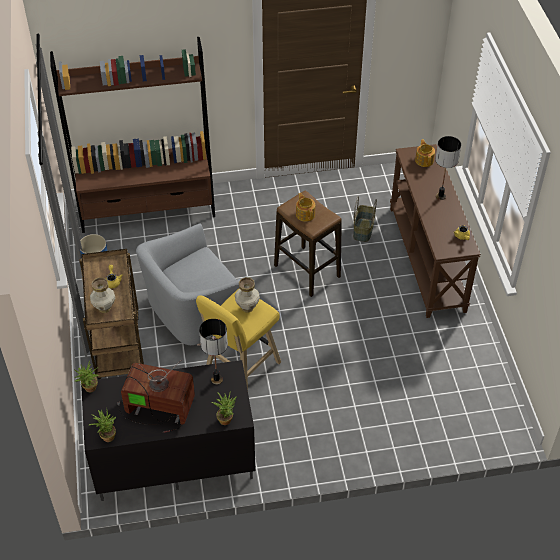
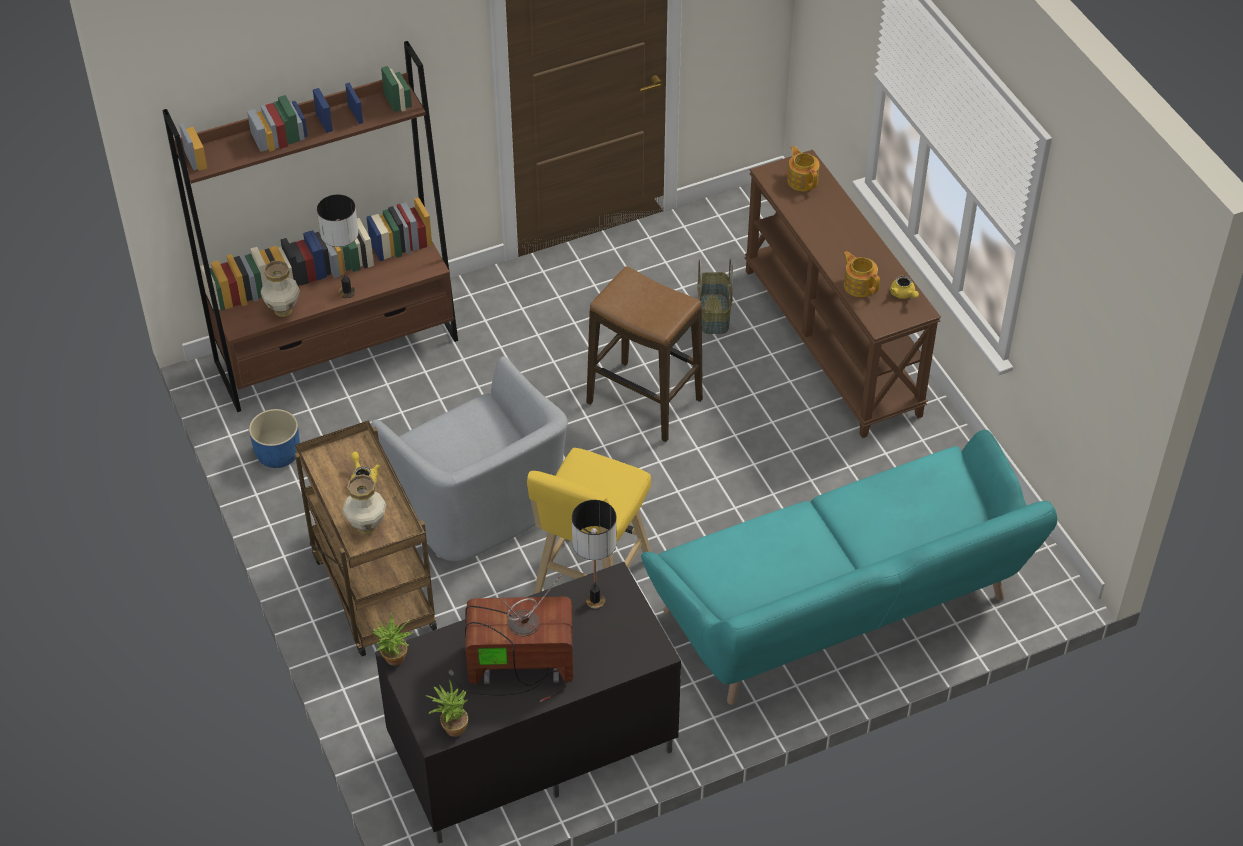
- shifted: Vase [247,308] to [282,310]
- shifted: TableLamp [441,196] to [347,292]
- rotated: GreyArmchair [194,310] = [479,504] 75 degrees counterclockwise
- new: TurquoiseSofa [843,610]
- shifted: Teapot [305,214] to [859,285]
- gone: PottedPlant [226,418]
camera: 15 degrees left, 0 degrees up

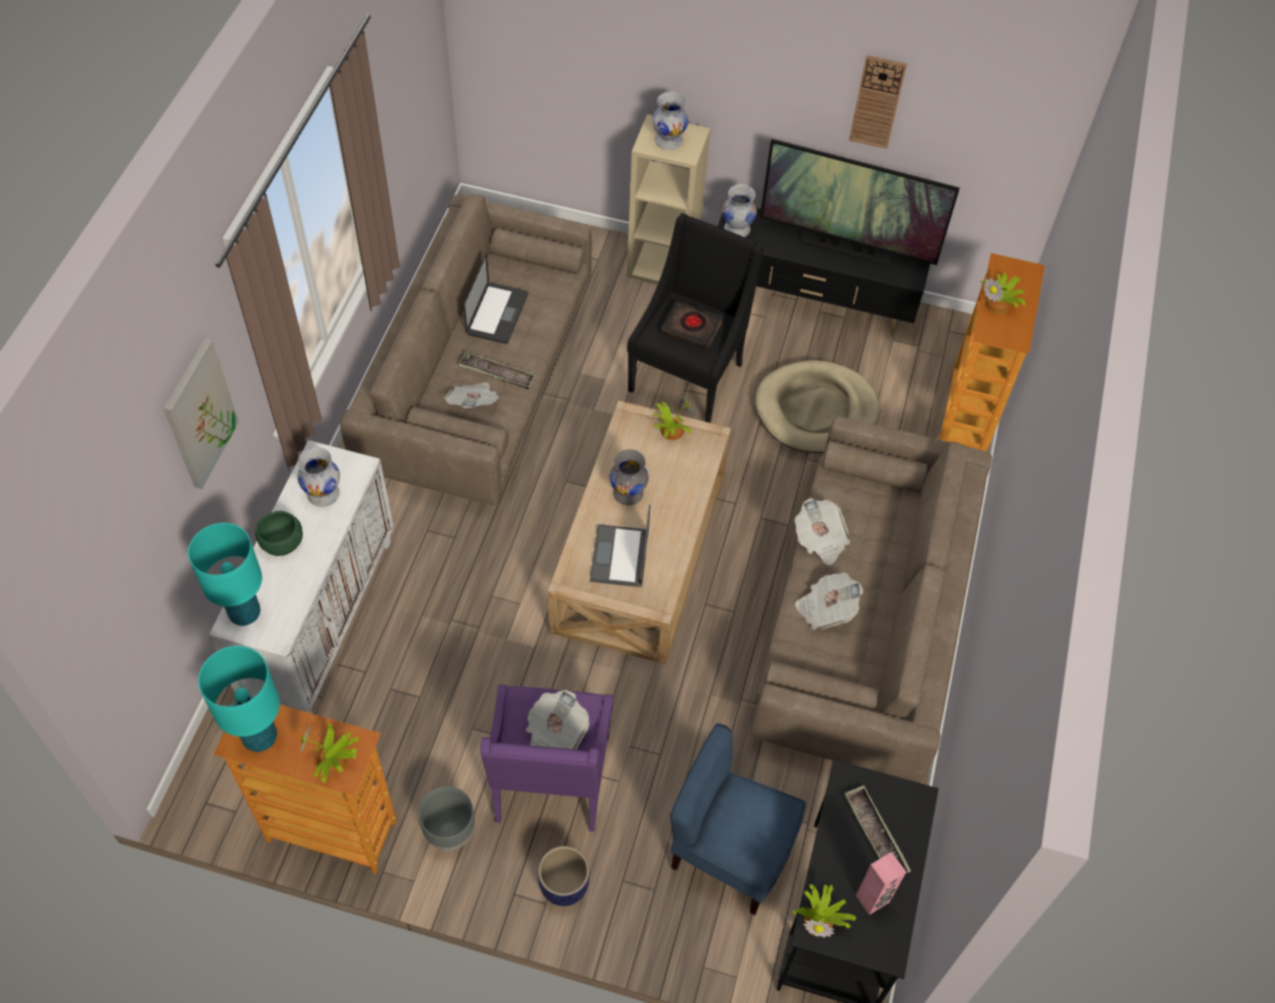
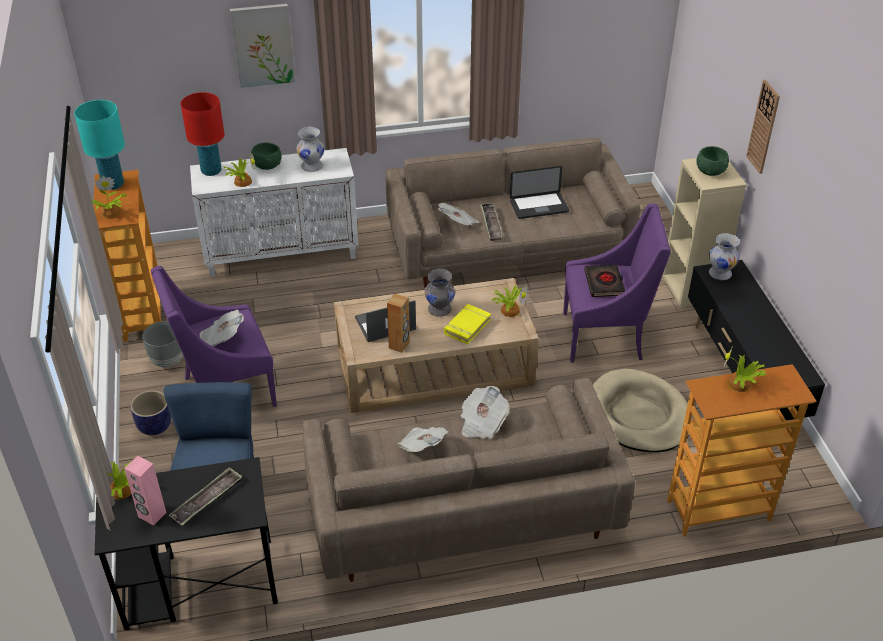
- repainted: TurquoiseTableLamp [244,613] to RedTableLamp [211,171]
- new: PottedPlant [242,181]
- new: BrownSpeaker [399,345]
- new: YellowBook [467,326]
- repainted: BlackArmchair [689,375] to PurpleArmchair [605,336]
- swapped: WhiteVase [669,140] to GreenBowl [711,171]
- shifted: WallClock [877,102] to [763,127]
- gone: Television [846,247]
camera: 65 degrees right, 15 degrees down

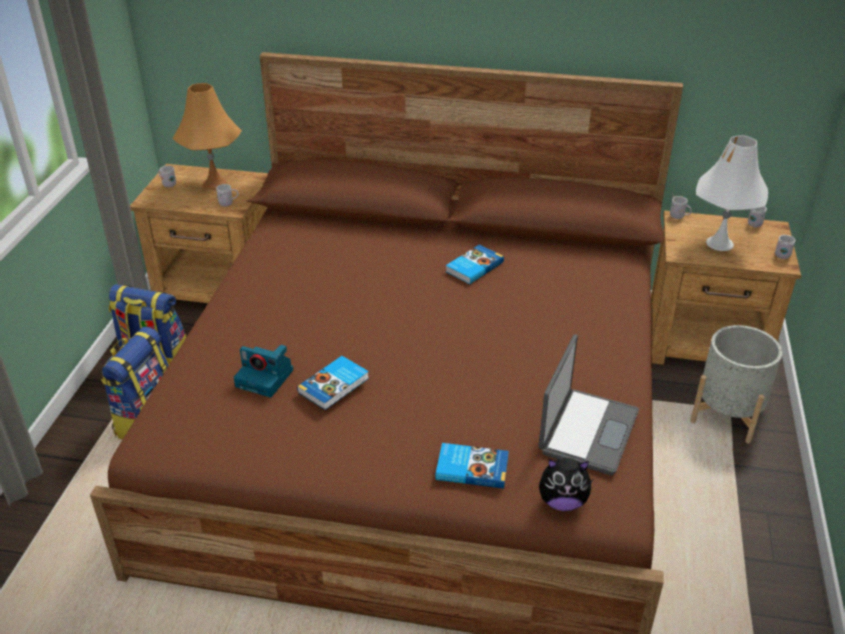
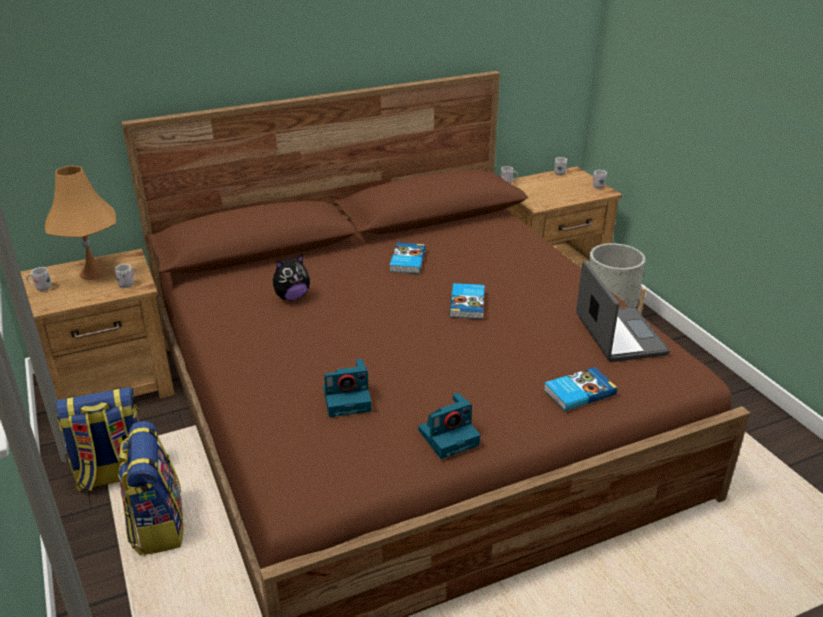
- shifted: PlushToy [562,501] to [291,297]
- new: PhotoCamera [449,436]
- shifted: Book [335,385] to [468,303]
- gone: WhiteTableLamp [719,243]
camera: 35 degrees left, 5 degrees down

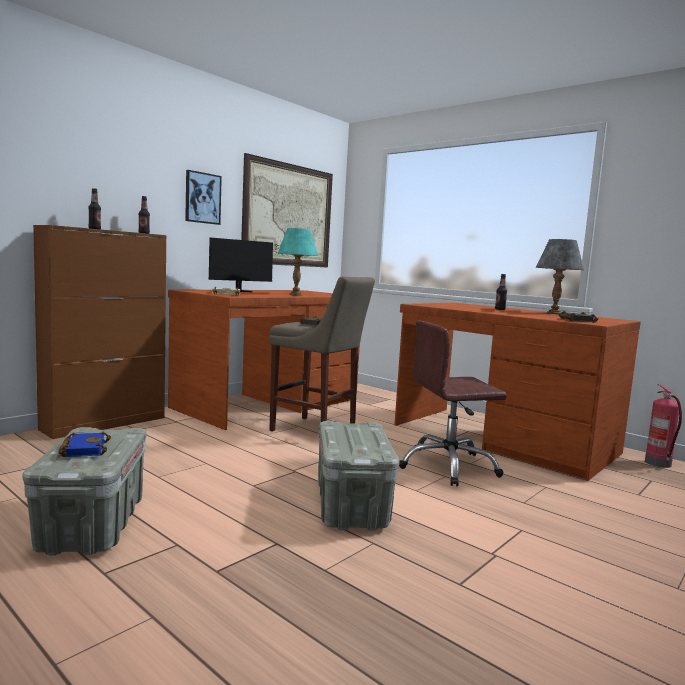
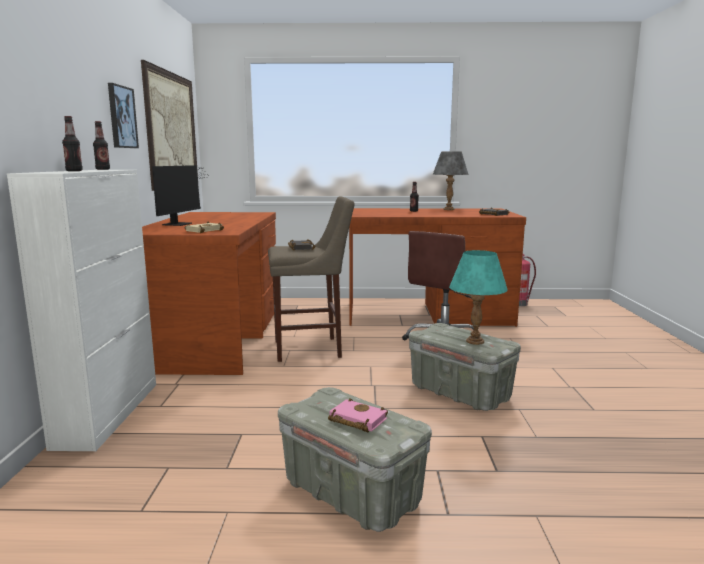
- repainted: BrownCabinet [105,423] to WhiteCabinet [109,413]
- repainted: BlueBook [83,449] to PinkBook [355,420]
- shifted: TurquoiseTableLamp [296,294] to [474,341]
camera: 40 degrees left, 5 degrees up

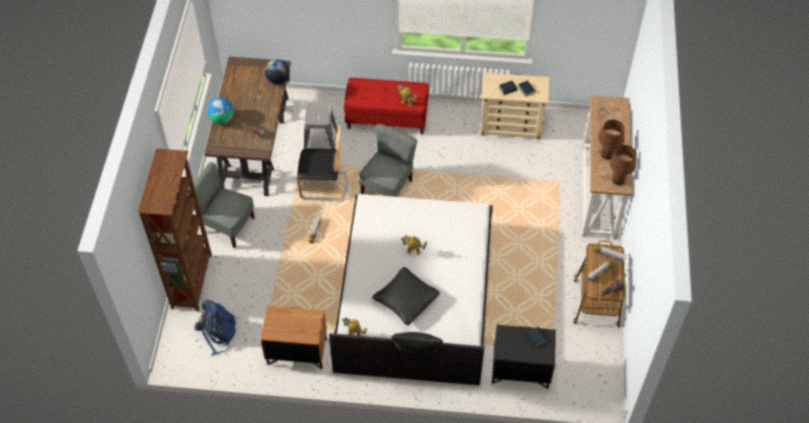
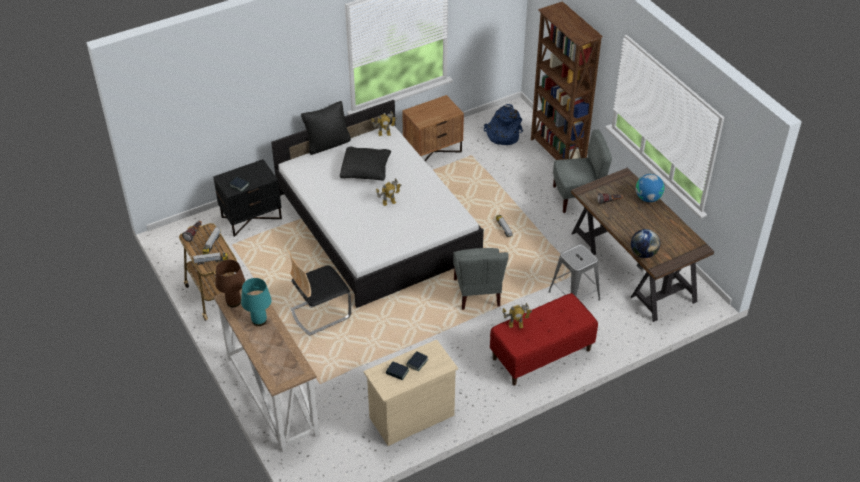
- repainted: BrownTableLamp [607,154] to TurquoiseTableLamp [259,321]
- shifted: Chair [324,186] to [320,313]
camera: 145 degrees right, 10 degrees down

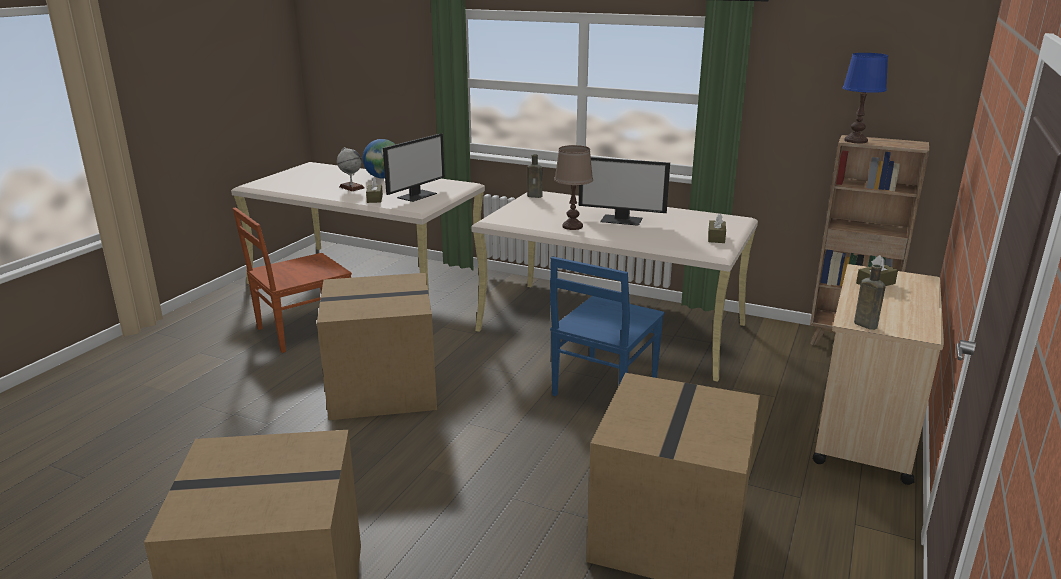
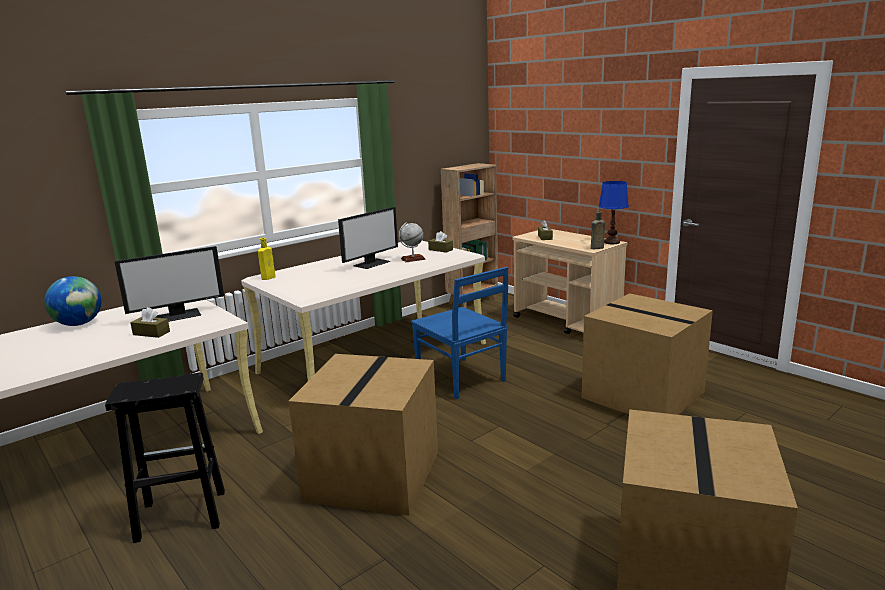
- swapped: BrownChair [303,331] to BlackStool [179,516]
- rotated: Monitor [416,195] = [178,315] 90 degrees clockwise
- repainted: BrownBottle [536,196] to YellowBottle [269,277]
- shifted: Globe [351,187] to [413,259]
- shifted: BlueTableLamp [855,141] to [611,242]
- gone: BrownTableLamp [573,226]
camera: 65 degrees left, 5 degrees down

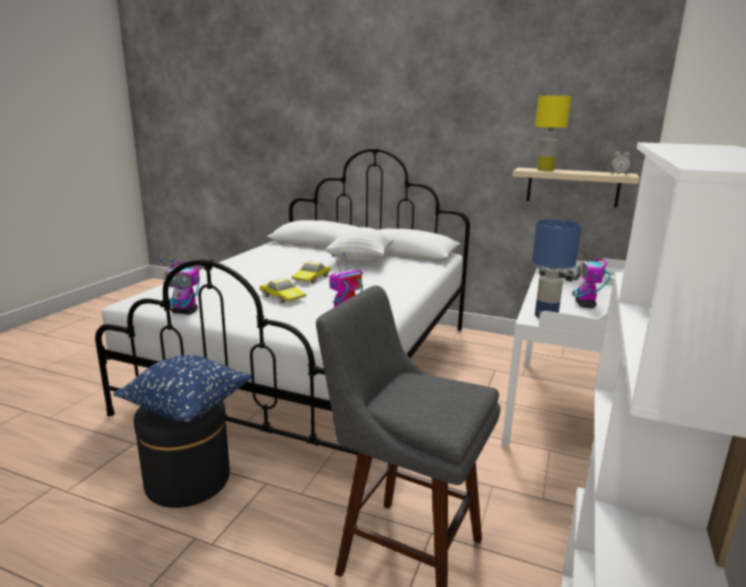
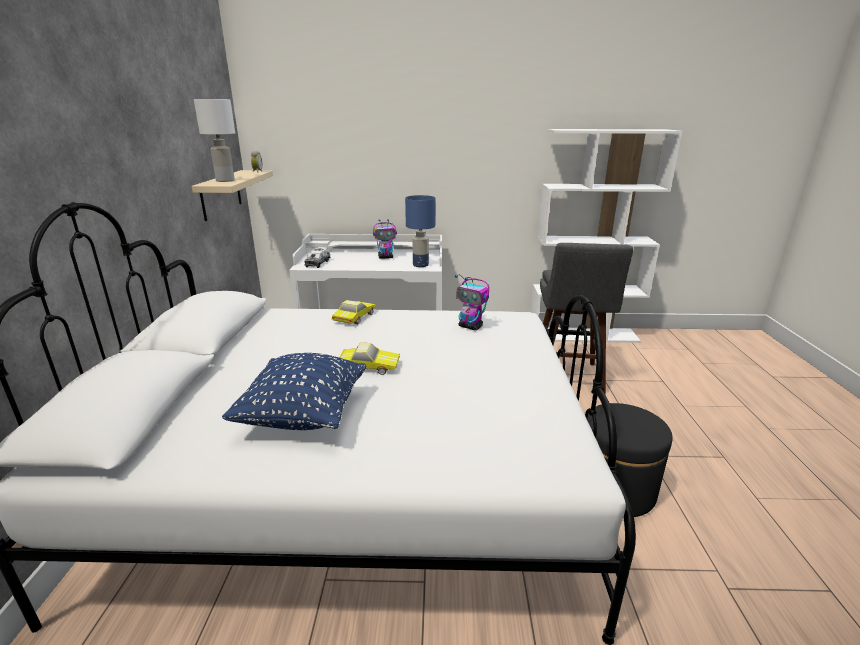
- repainted: YellowTableLamp [546,170] to WhiteTableLamp [225,180]
- shifted: BluePillow [187,408] to [304,416]
- shifted: ToyCar [283,297] to [353,317]
- gone: ToyRobot [185,312]
- gone: WhitePillow [360,261]
camera: 110 degrees left, 5 degrees up

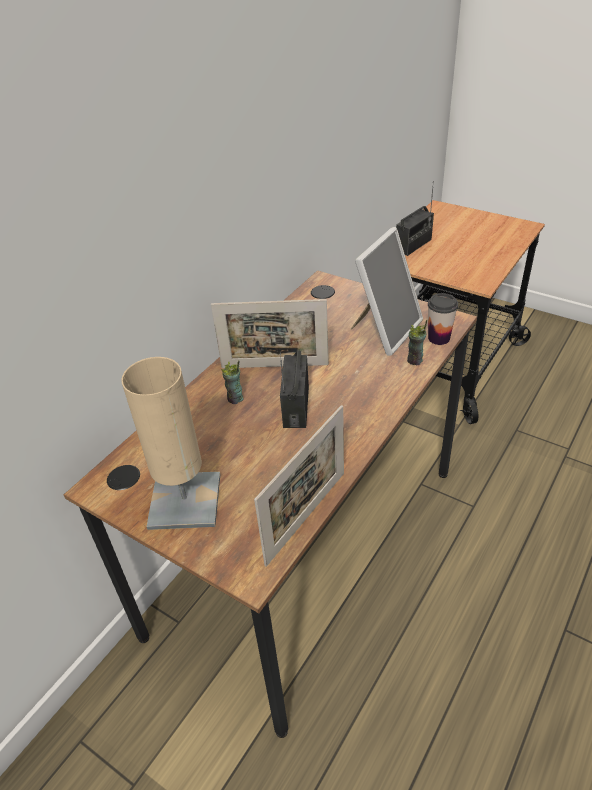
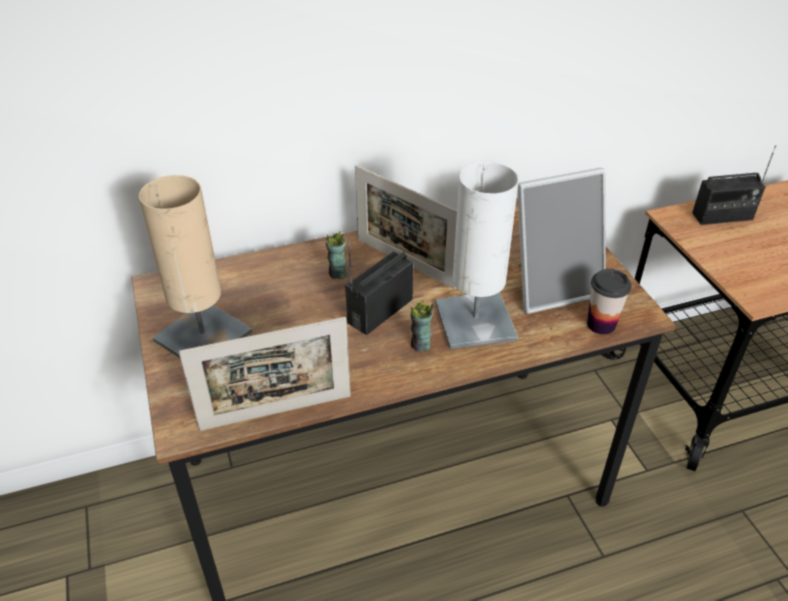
- shifted: Cup [415,361] to [420,345]
- new: WhiteTableLamp [475,321]
camera: 35 degrees right, 0 degrees up

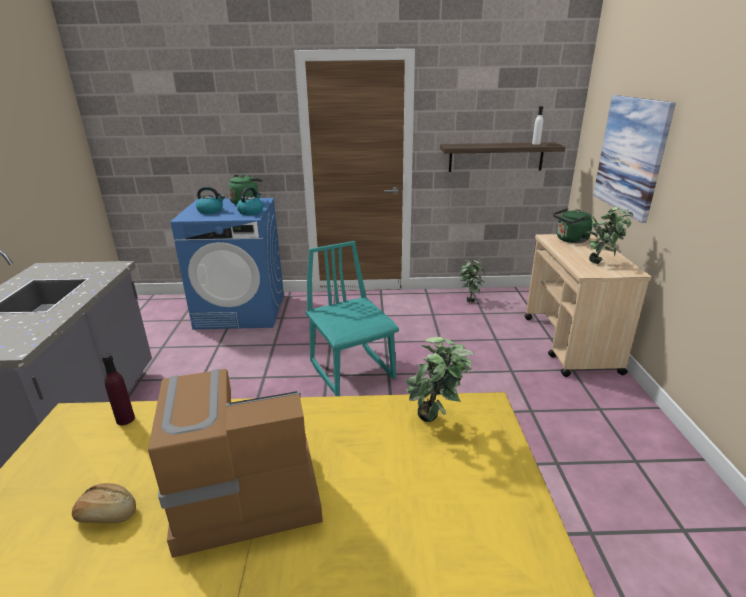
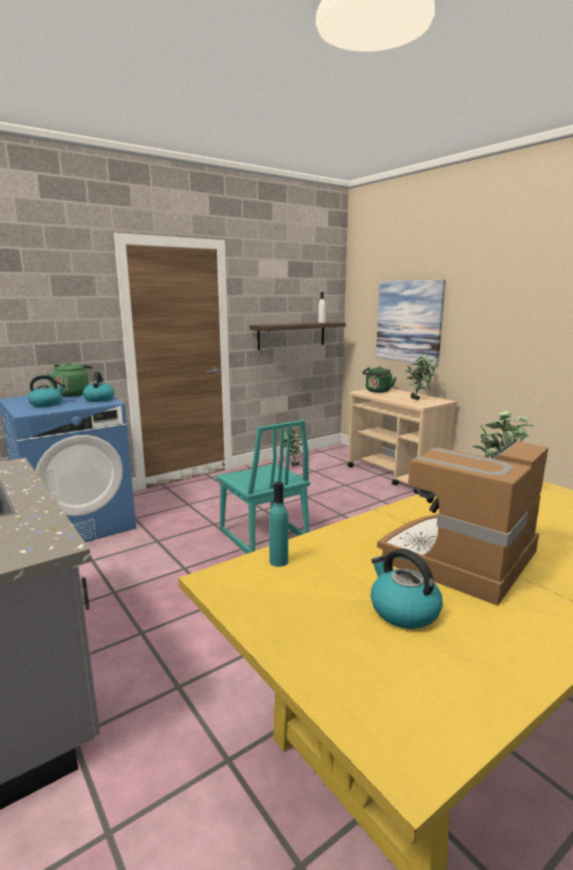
- rotated: TurquoiseChair [352,370] = [263,536] 150 degrees counterclockwise
- repainted: PurpleBottle [125,419] to TurquoiseBottle [278,561]
- swapped: Bread [107,515] to Kettle [403,610]
camera: 35 degrees left, 10 degrees down

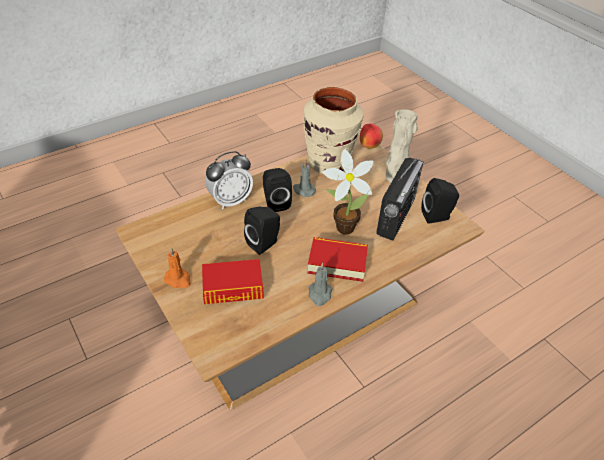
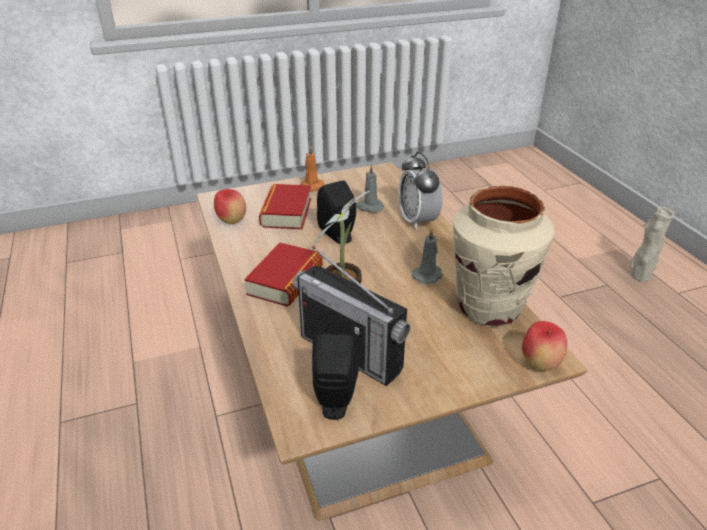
- new: Apple [232,221]
- shifted: GreyCandle [319,294] to [369,207]
- shifted: BeigeVase [393,179] to [639,276]
- gone: BlackSpeaker [275,202]
camera: 105 degrees right, 10 degrees down

